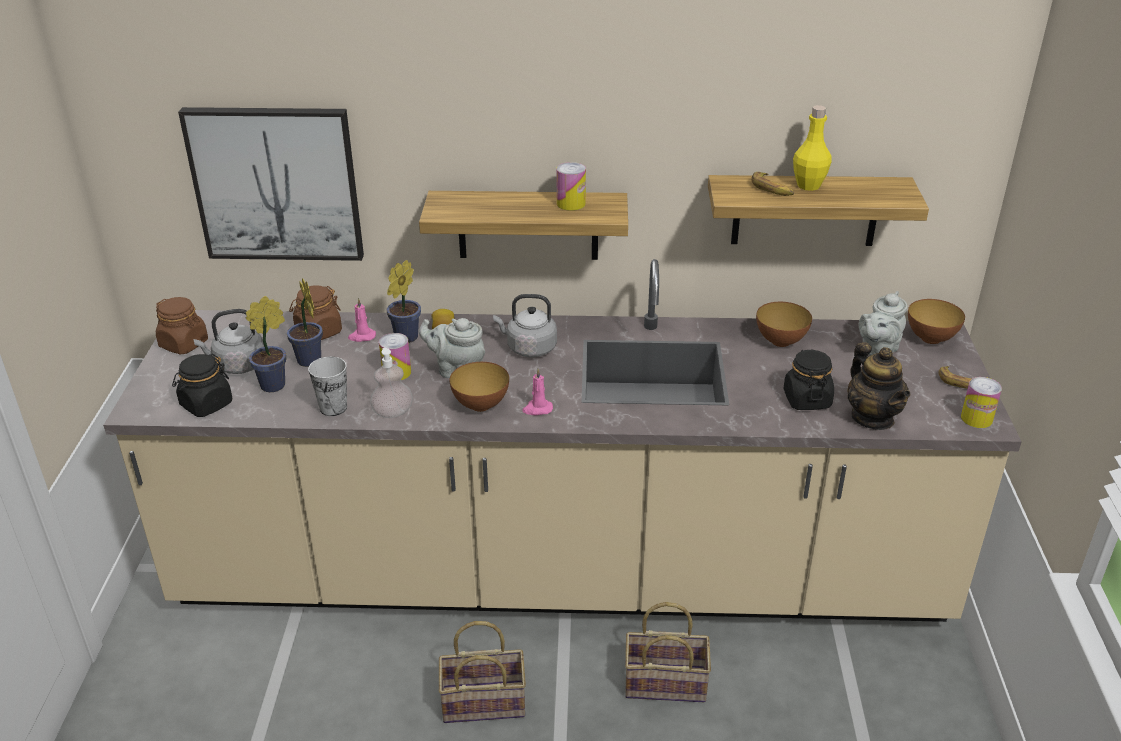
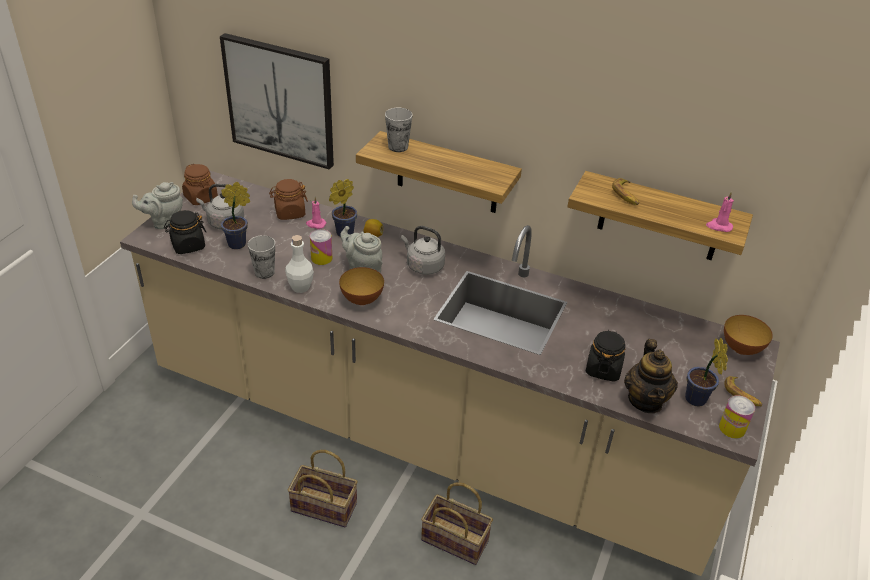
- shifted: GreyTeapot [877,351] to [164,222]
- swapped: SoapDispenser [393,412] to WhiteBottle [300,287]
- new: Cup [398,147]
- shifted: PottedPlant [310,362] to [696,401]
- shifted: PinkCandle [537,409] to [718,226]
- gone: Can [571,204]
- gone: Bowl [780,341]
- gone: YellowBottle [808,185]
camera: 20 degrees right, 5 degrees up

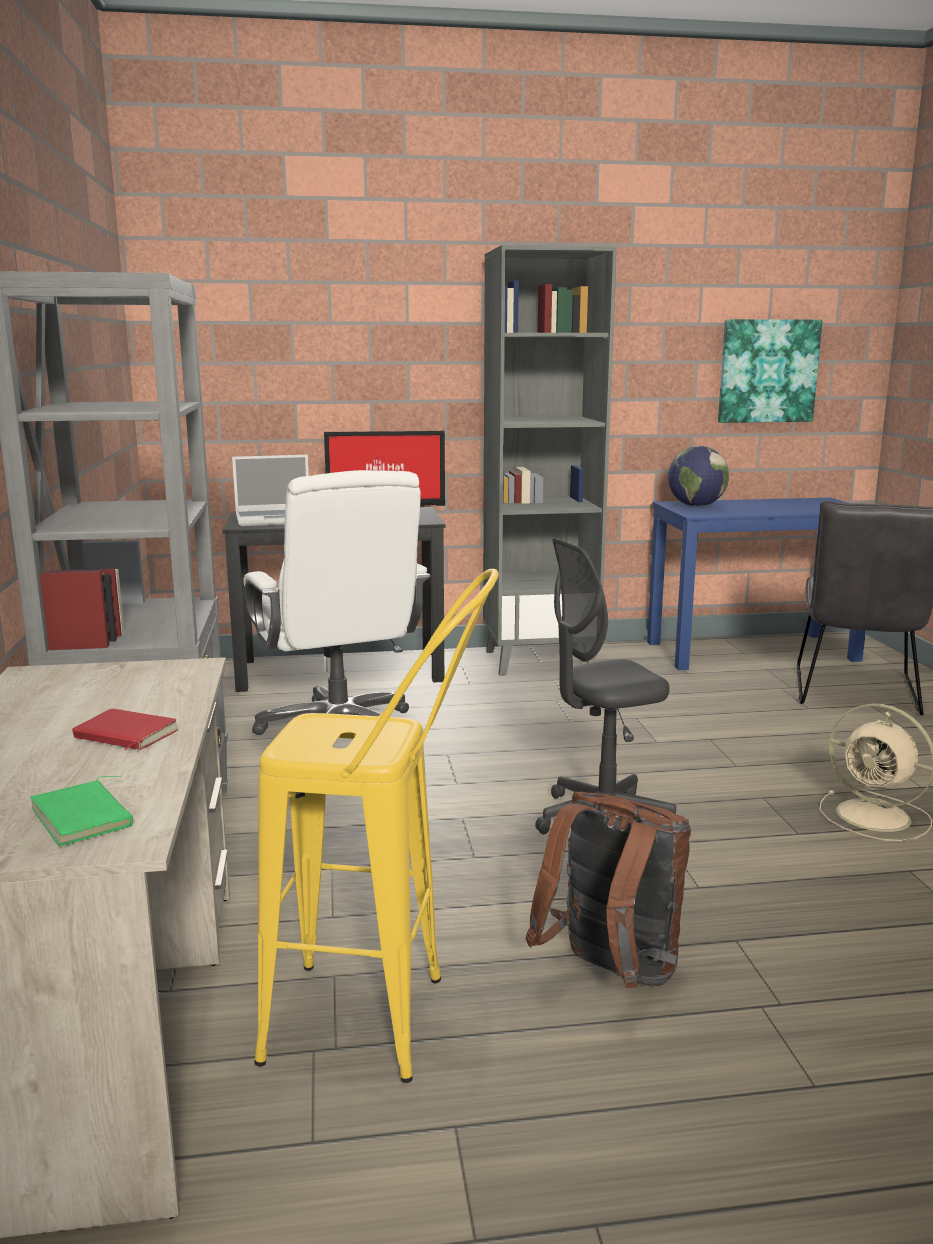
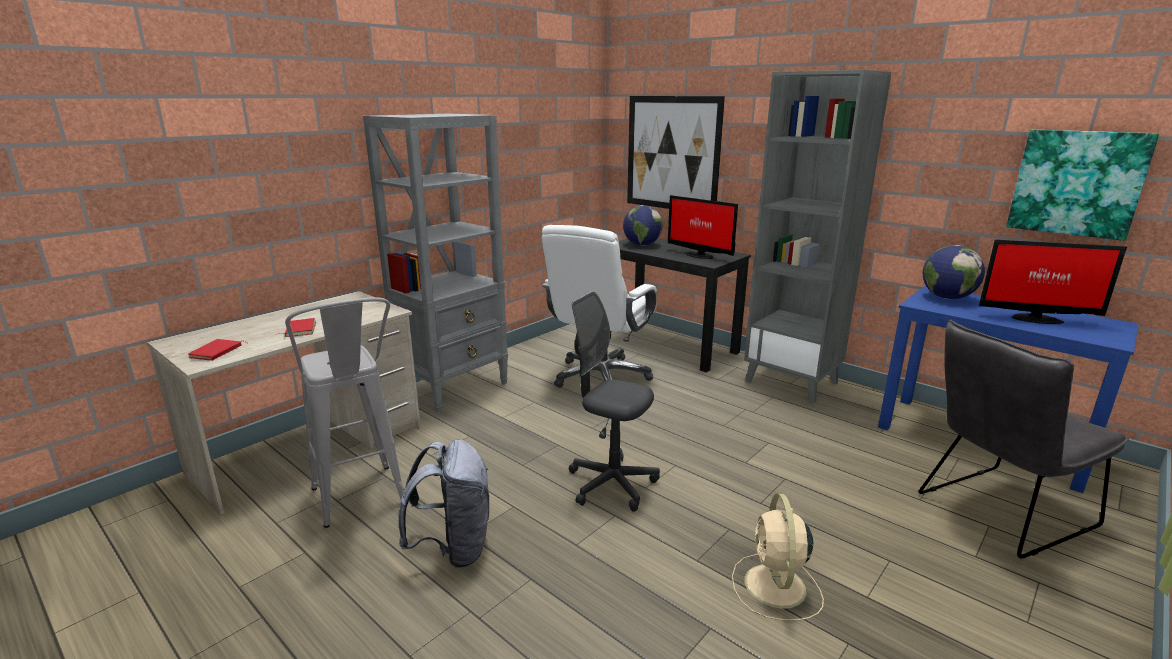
- repainted: GreenBook [86,817] to RedBook [217,352]
- repainted: YellowStool [385,1023] to GreyStool [362,504]
- repainted: BrownBackpack [610,975] to GreyBackpack [454,548]
- swapped: Laptop [276,519] to Globe [642,245]
- new: Picture [672,154]
- new: Monitor [1034,318]
camera: 50 degrees right, 5 degrees up

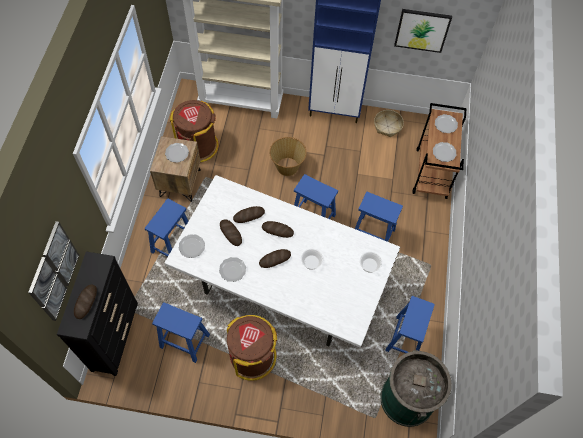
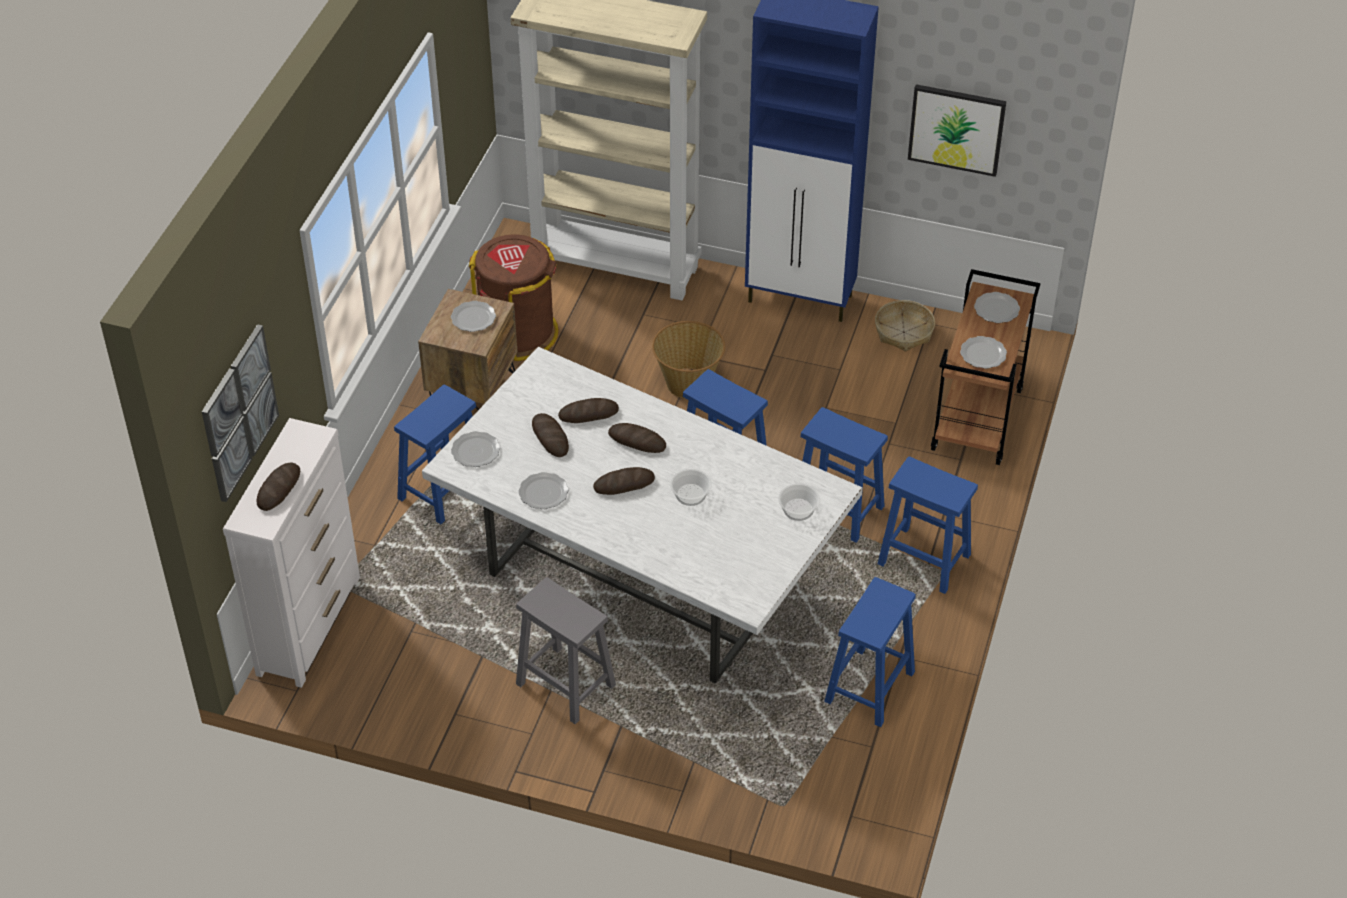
- repainted: BlackDresser [115,336] to WhiteDresser [309,625]
- swapped: BrownTrashCan [252,356] to GreyStool [564,684]
- shifted: BlueStool [184,340] to [922,559]
- gone: GreenTrashCan [407,399]
camera: 10 degrees right, 15 degrees down

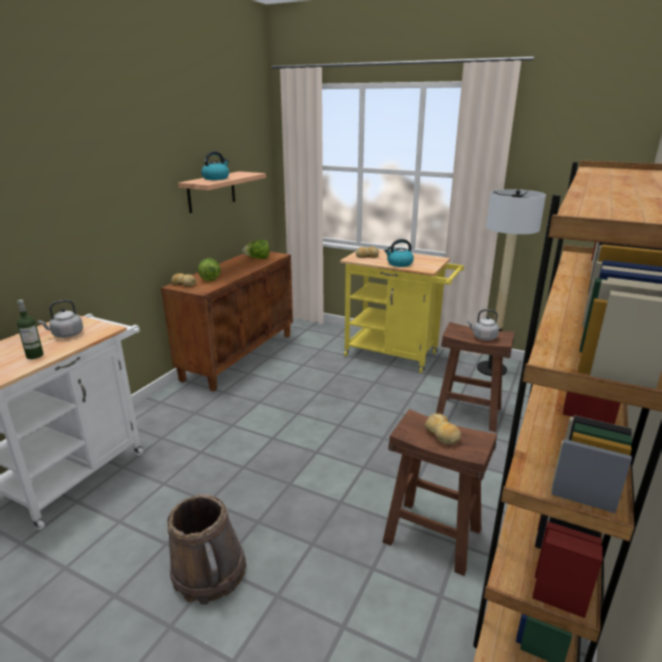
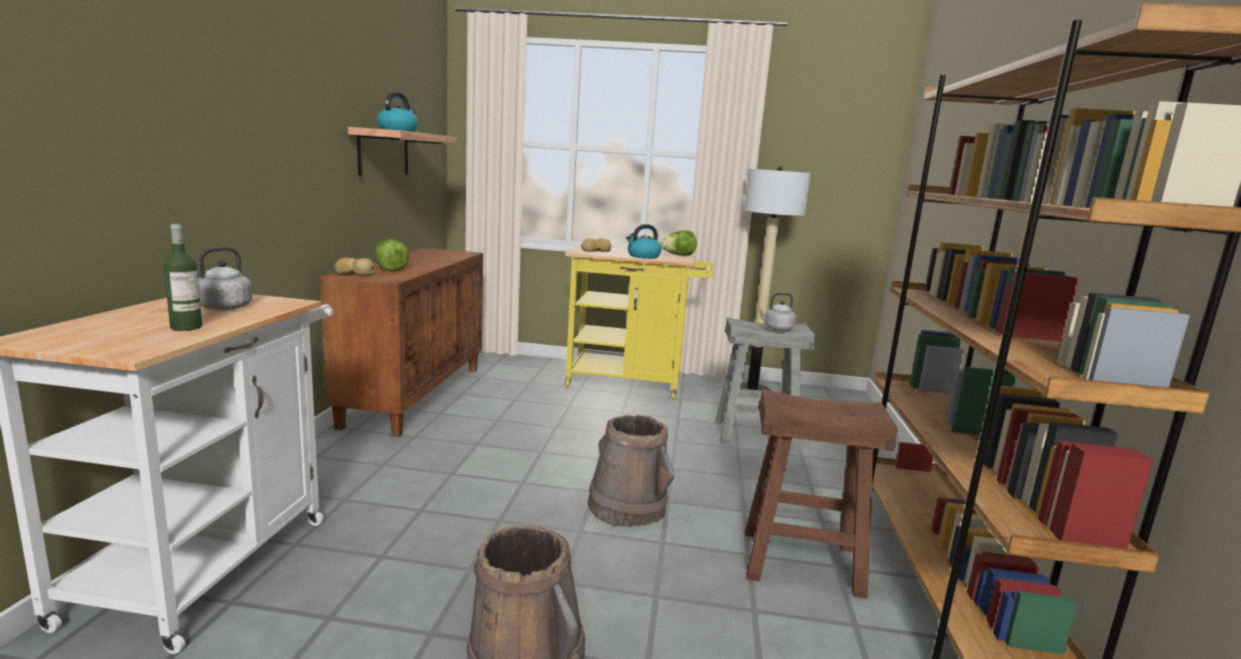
- new: BrownBucket [627,507]
- shifted: Lettuce [258,258] to [678,255]
- repainted: BrownStool [467,413] to GreyStool [755,434]
- gone: Bread [442,435]
camera: 20 degrees left, 10 degrees down

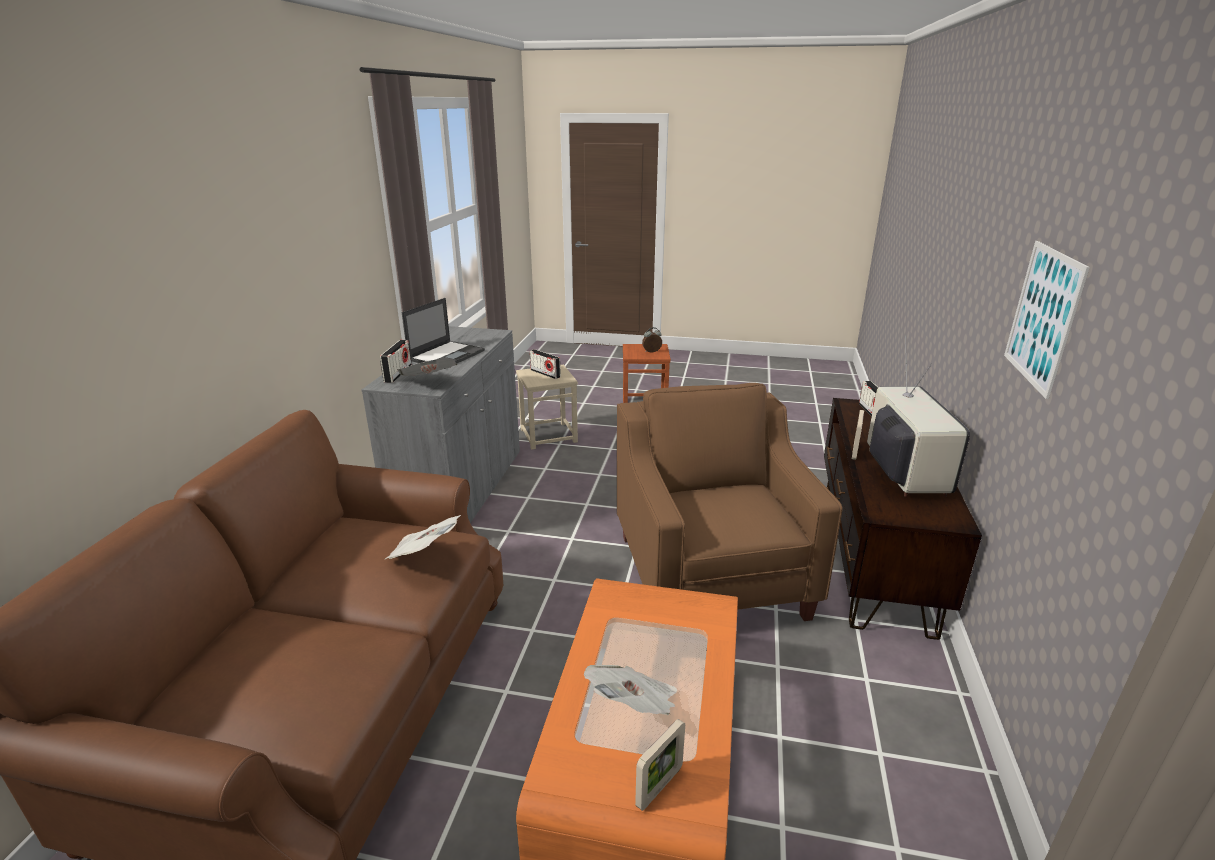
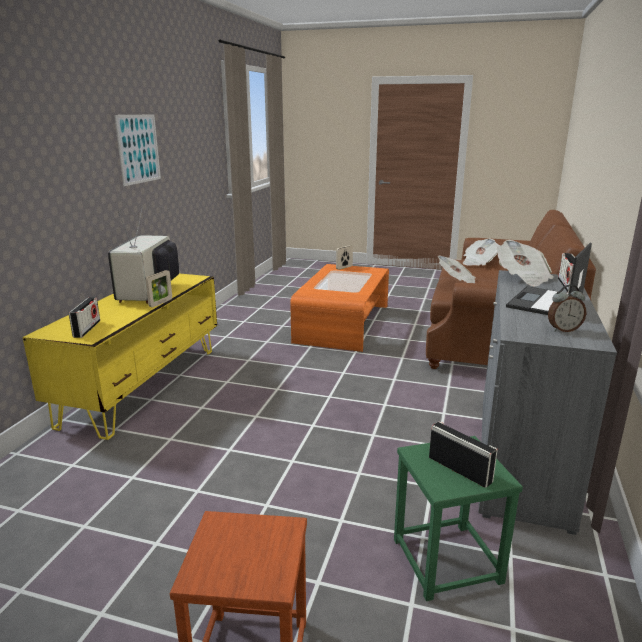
- repainted: BrownTvStand [872,552] to YellowTvStand [144,385]
- repainted: BeigeStool [548,435] to GreenStool [446,561]
- shifted: Newspaper [634,706] to [479,262]
- shifted: AlarmClock [652,352] to [563,330]
- gone: BrownArmchair [710,575]
camera: 175 degrees left, 5 degrees down

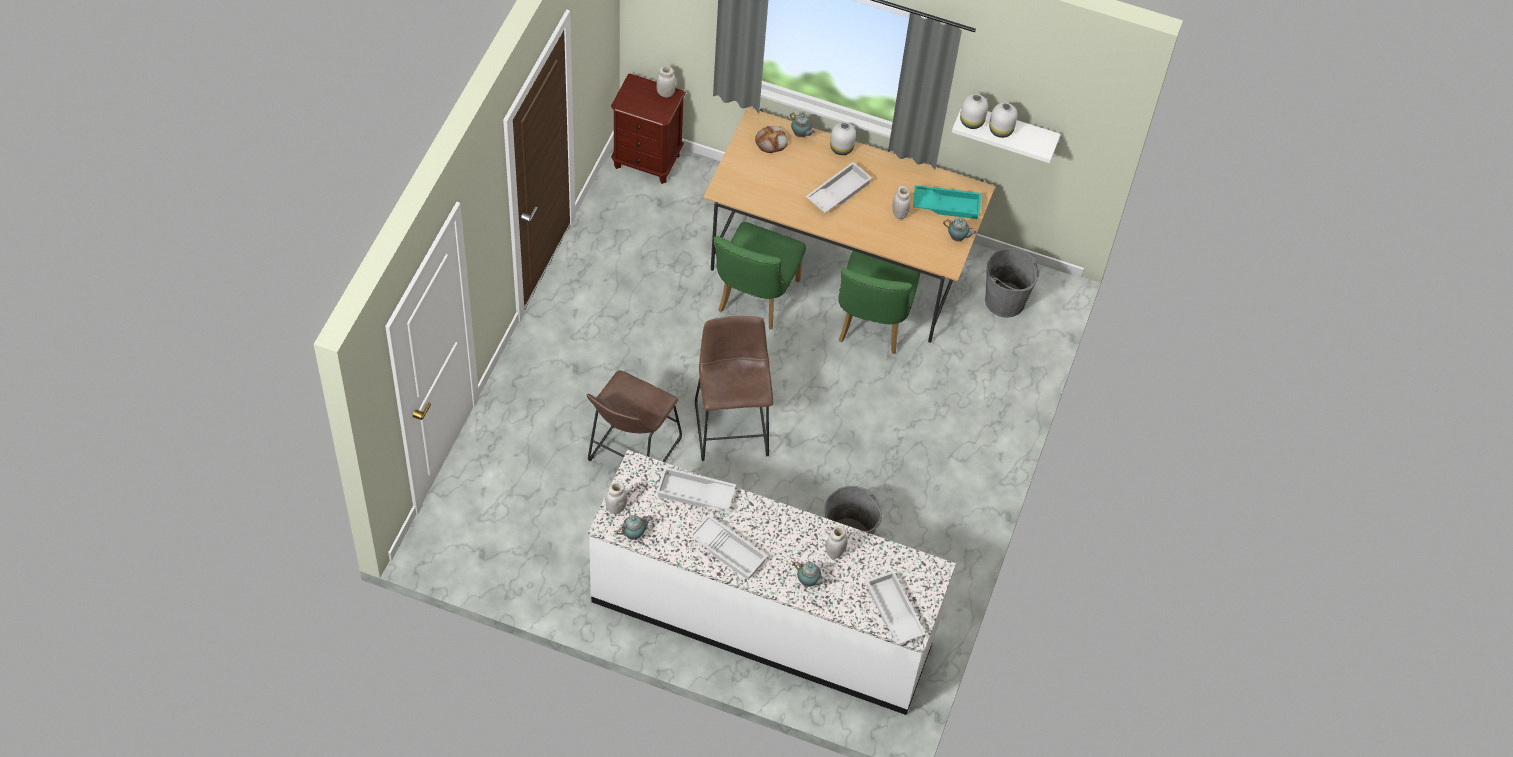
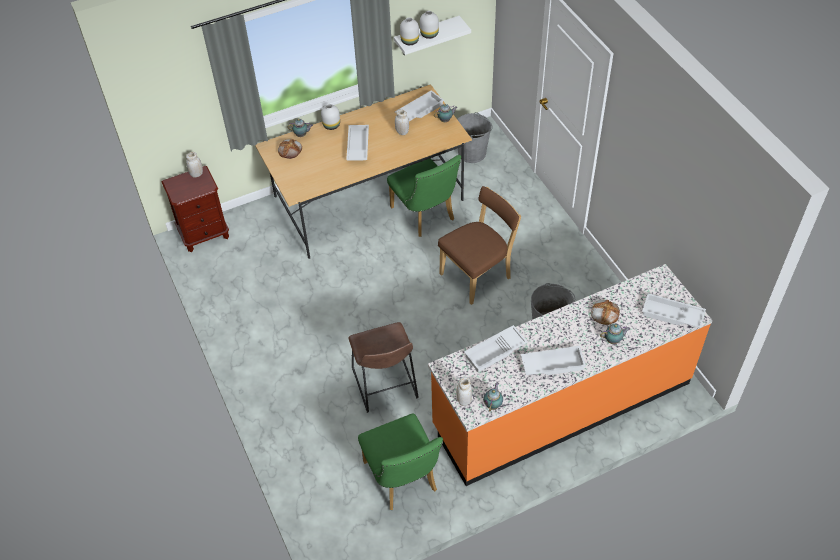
- shifted: GreenChair [754,300] to [403,481]
- repainted: TurquoiseTray [946,204] to WhiteTray [419,110]
- repainted: WhiteCounter [763,617] to OrangeCounter [561,404]
- new: BrownChair [478,275]
- swapped: WhiteJar [835,552] to Bread [604,313]
- gone: BrownStool [731,424]
camera: 40 degrees left, 5 degrees down

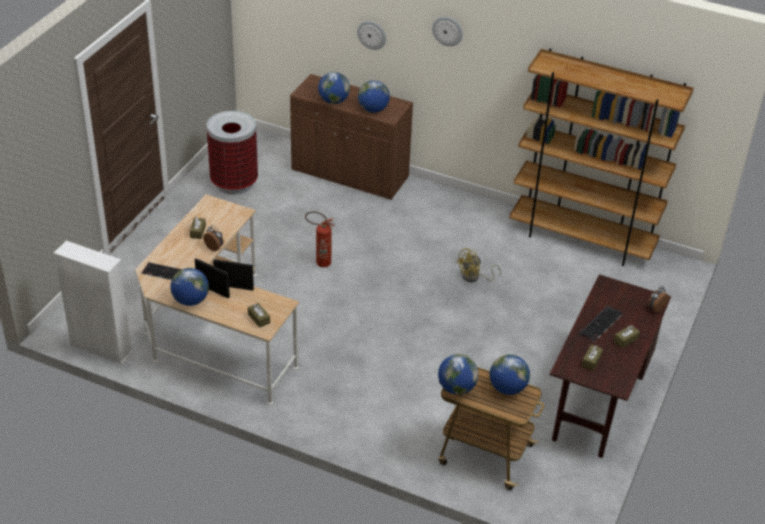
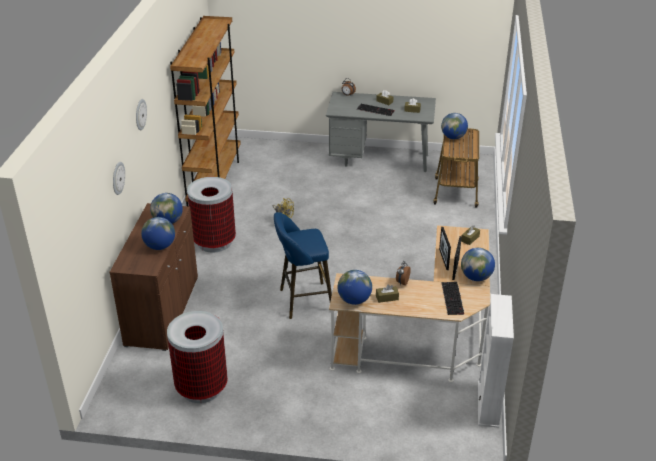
- new: TrashCan [214,242]
- swapped: FireExtinguisher [319,262] to BlueStool [303,301]
- repainted: BrownDesk [599,400] to GreyDesk [379,160]
- shifted: Globe [456,388] to [354,300]
camera: 105 degrees left, 5 degrees down

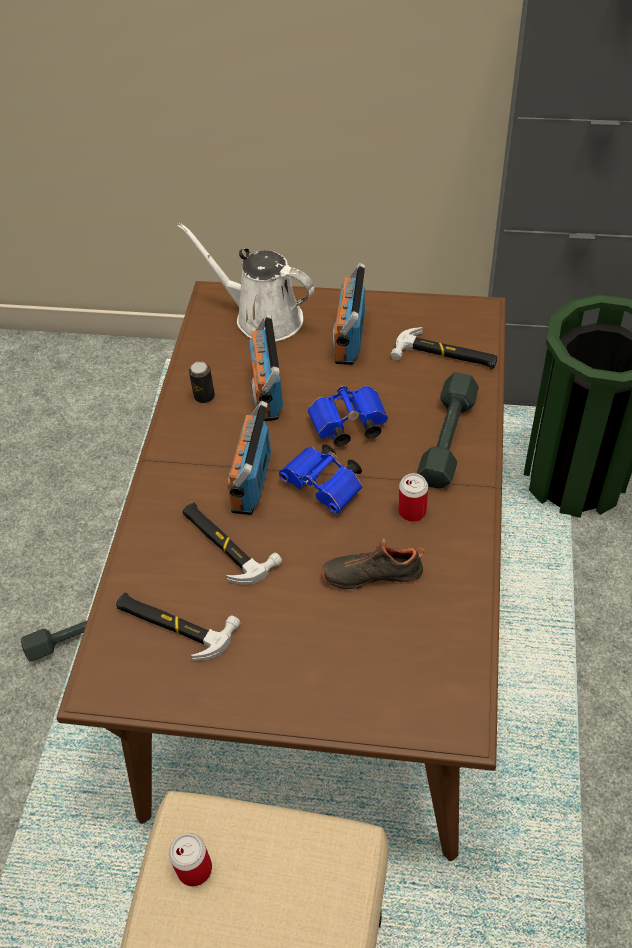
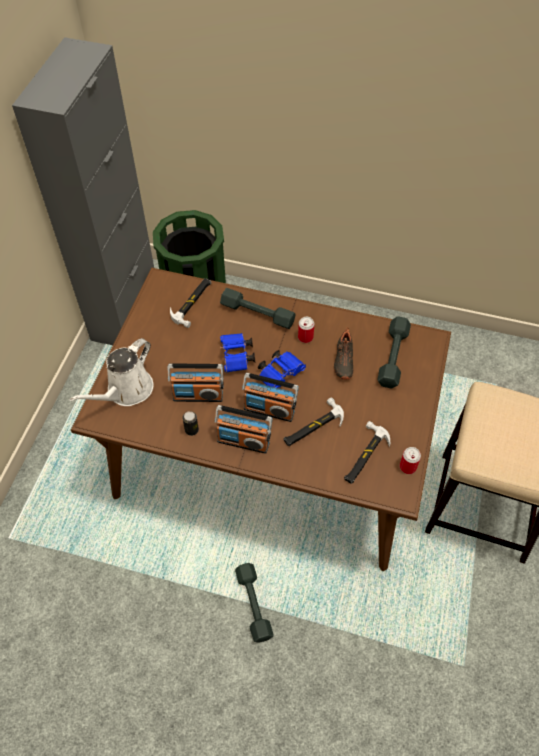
- shifted: Radio [349,339] to [243,441]
- new: GreyDumbbell [393,356]
- shifted: Can [194,868] to [408,467]
camera: 85 degrees left, 5 degrees up

